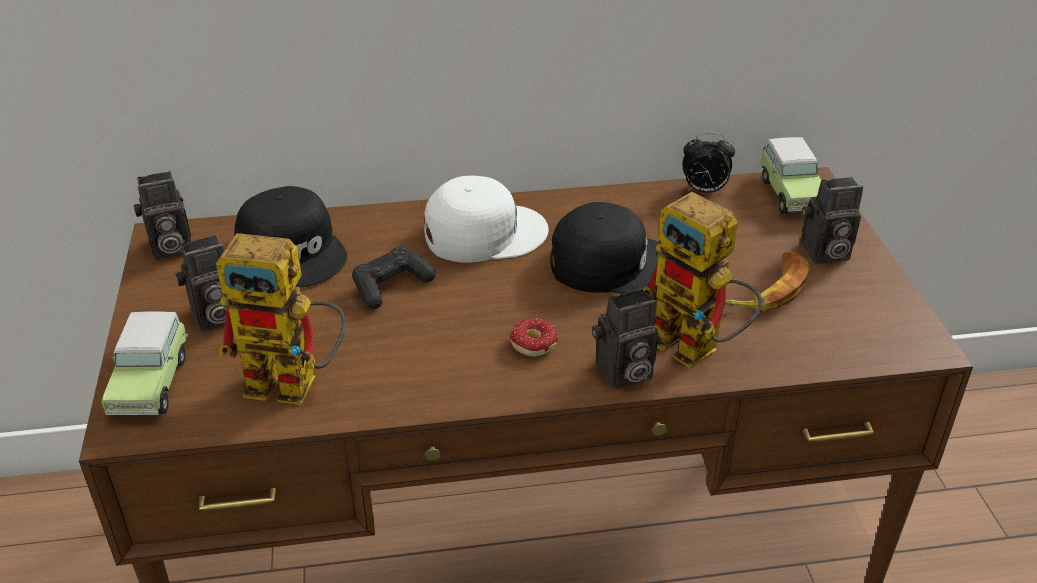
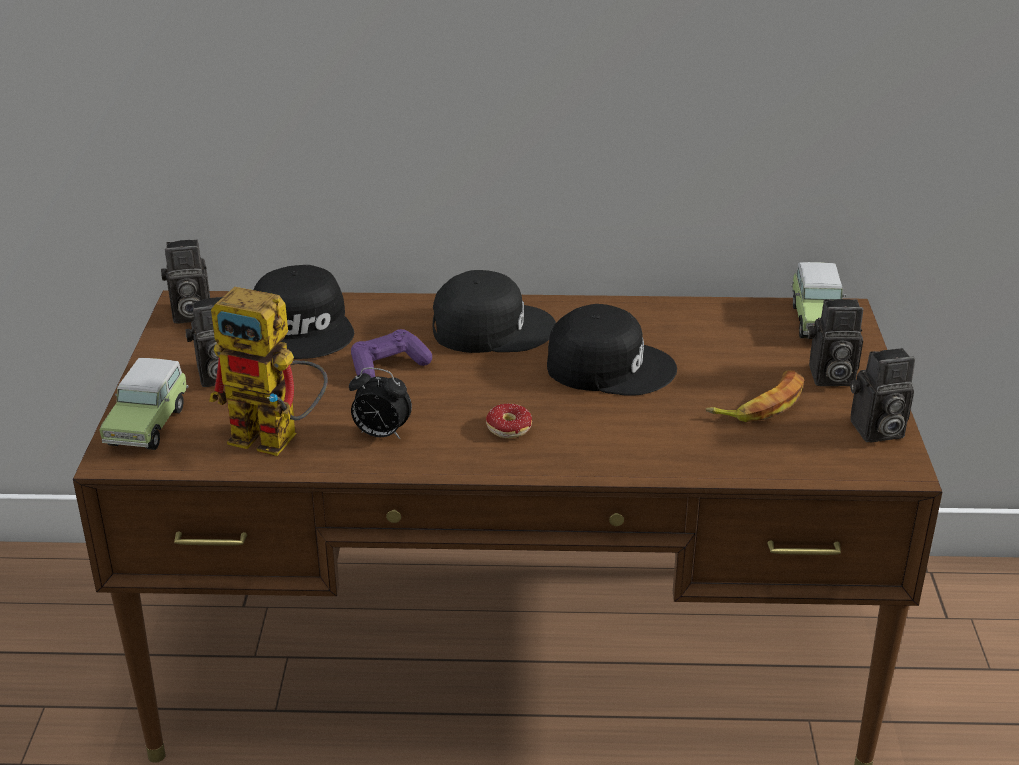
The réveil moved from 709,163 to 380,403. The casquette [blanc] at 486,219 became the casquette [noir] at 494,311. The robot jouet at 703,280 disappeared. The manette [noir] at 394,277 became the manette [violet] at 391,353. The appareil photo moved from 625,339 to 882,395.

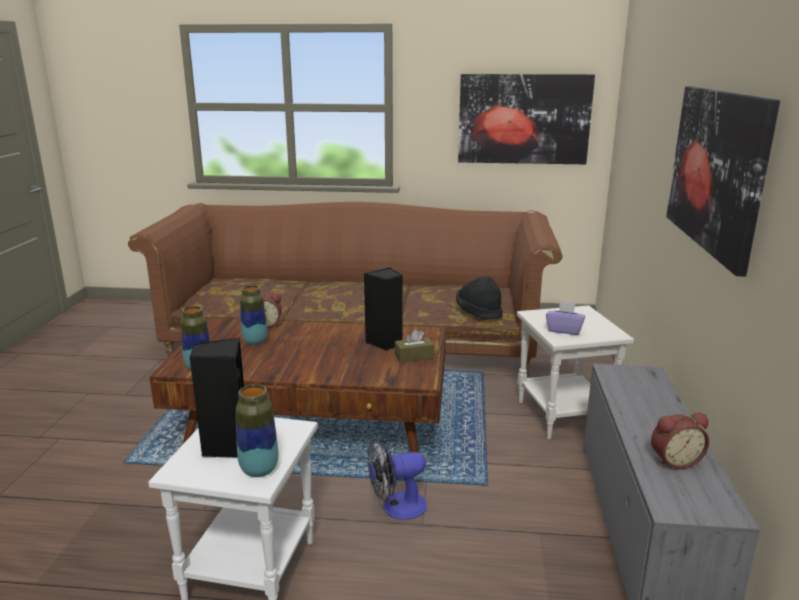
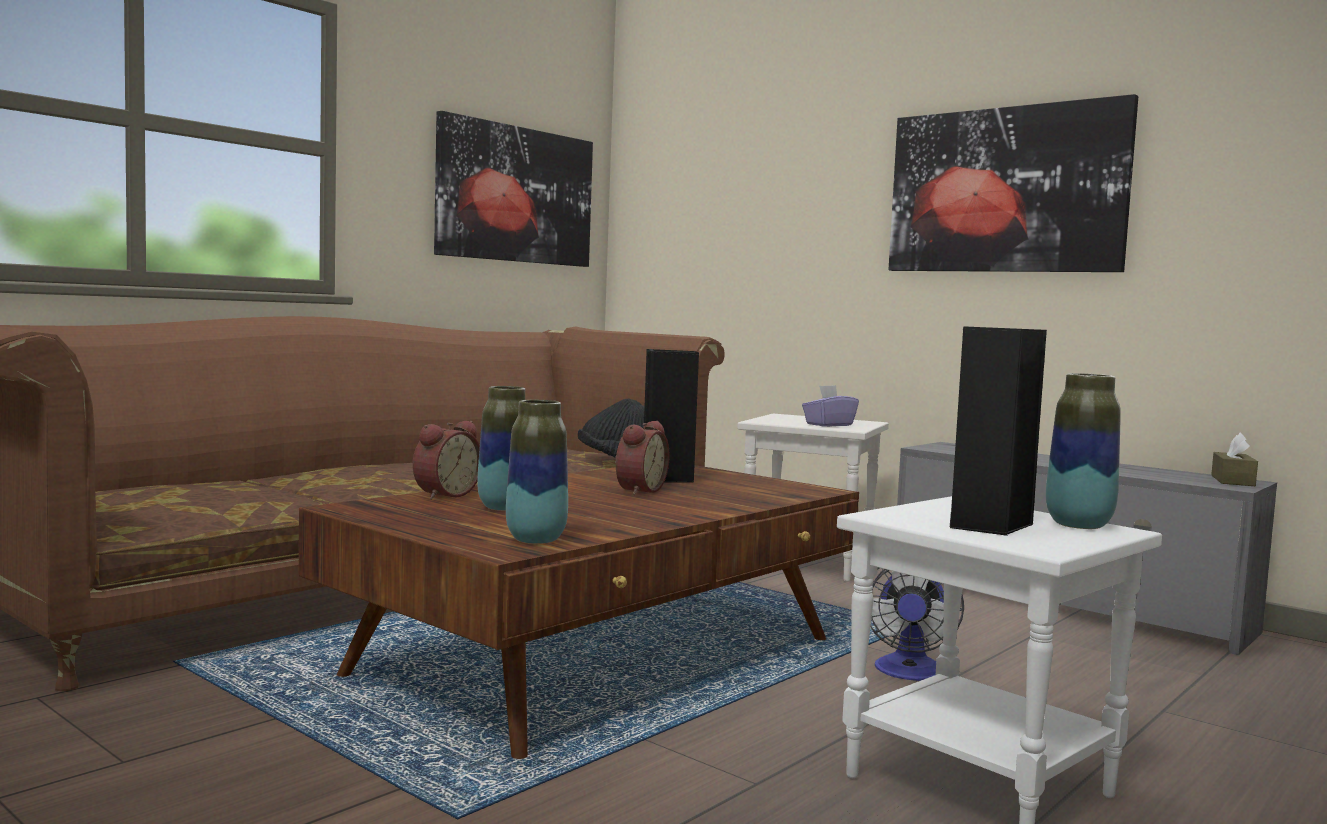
The boîte à mouchoirs [marron] moved from 414,346 to 1234,459. The réveil moved from 680,441 to 642,458.

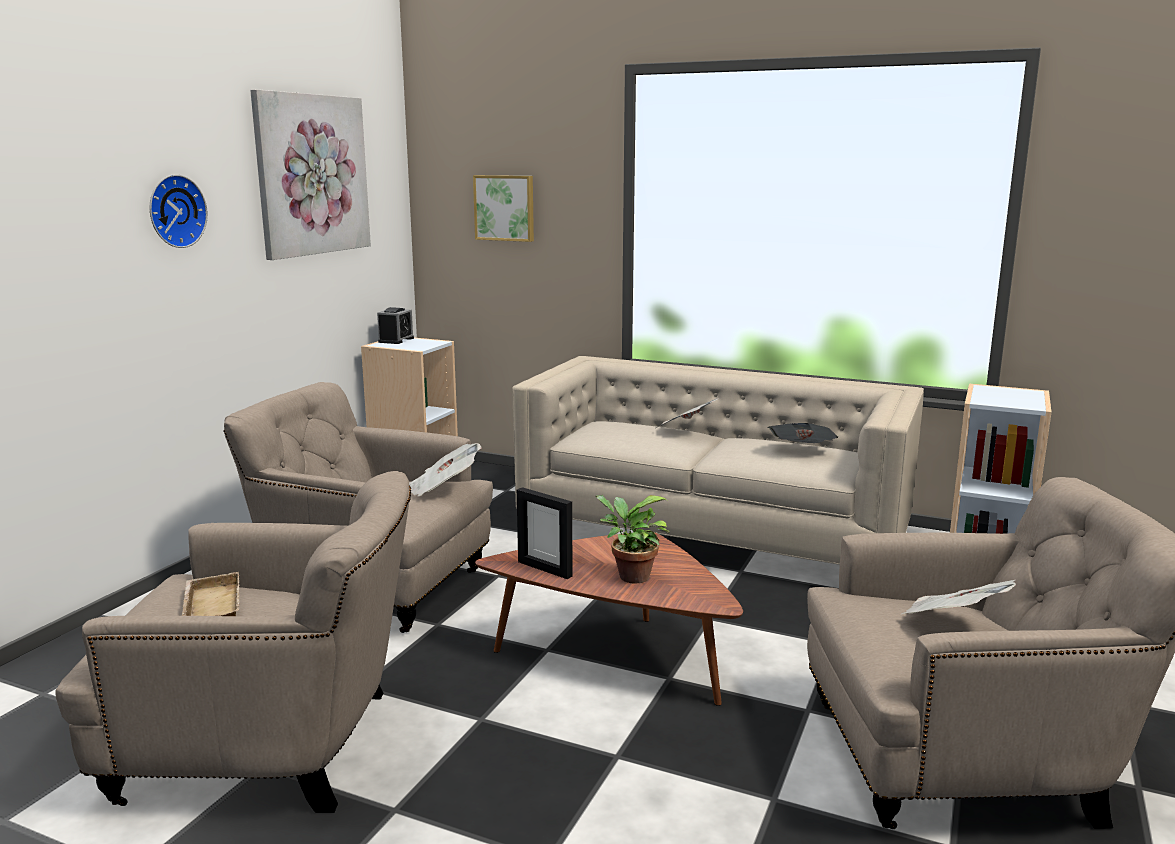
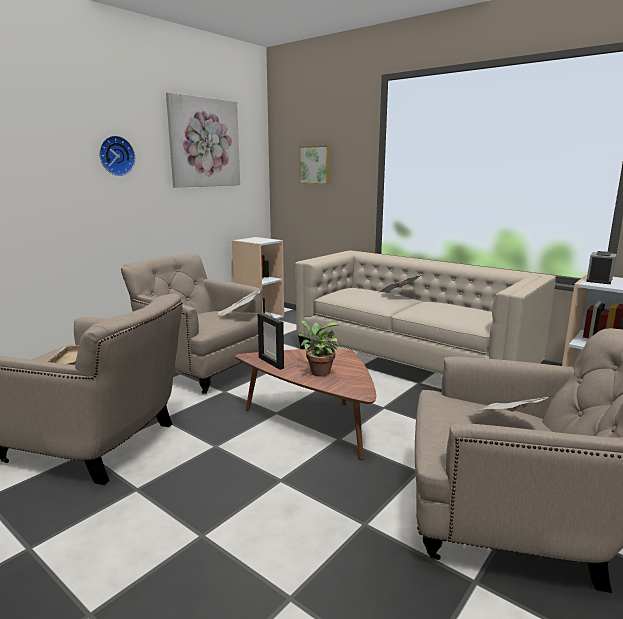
The réveil moved from 395,325 to 601,267. The journal at 803,433 disappeared.

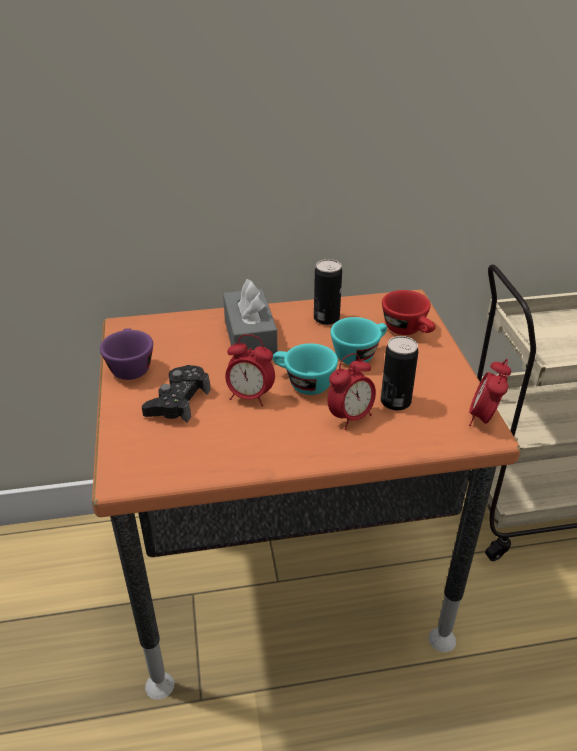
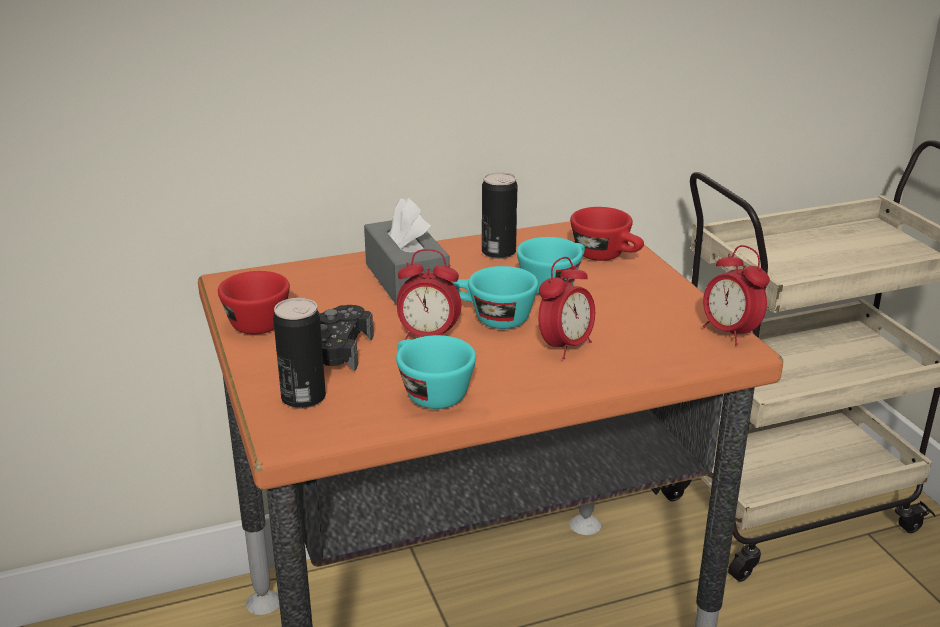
The tasse [violet] at 126,354 became the tasse [rouge] at 254,302. The boîte métallique moved from 399,373 to 299,353. The réveil at 490,392 turned 45 degrees counterclockwise. The tasse [turquoise] at 436,372 appeared.

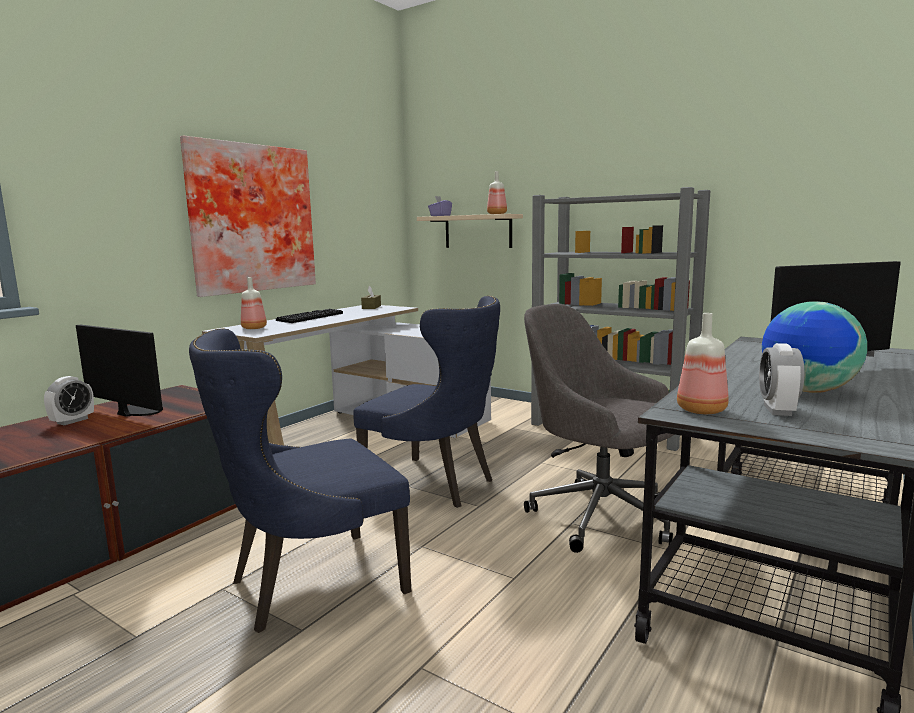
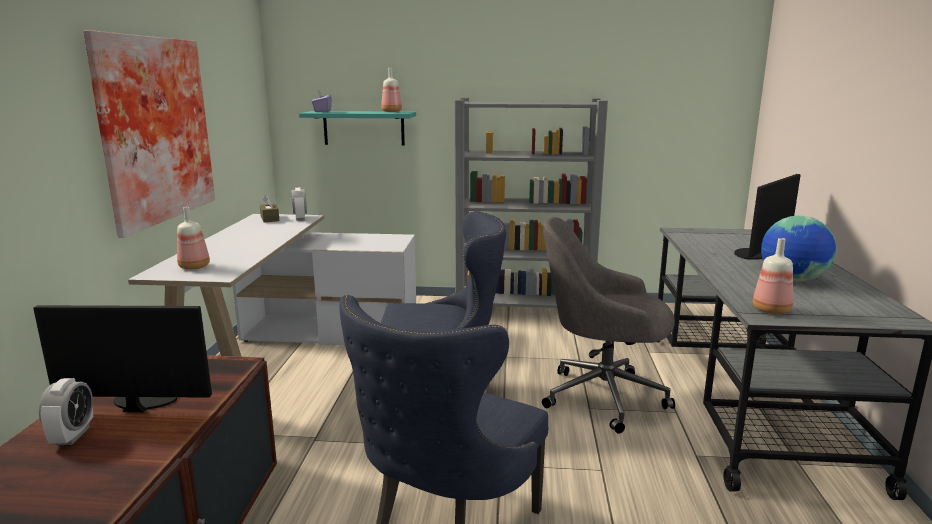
The étagère [beige] at 470,231 became the étagère [turquoise] at 357,128. The clavier at 309,316 disappeared. The réveil moved from 782,379 to 299,204.

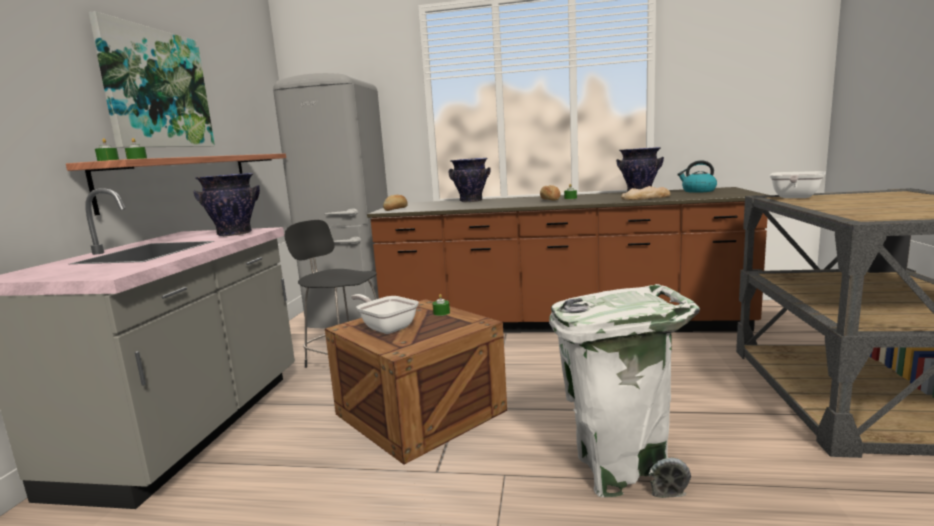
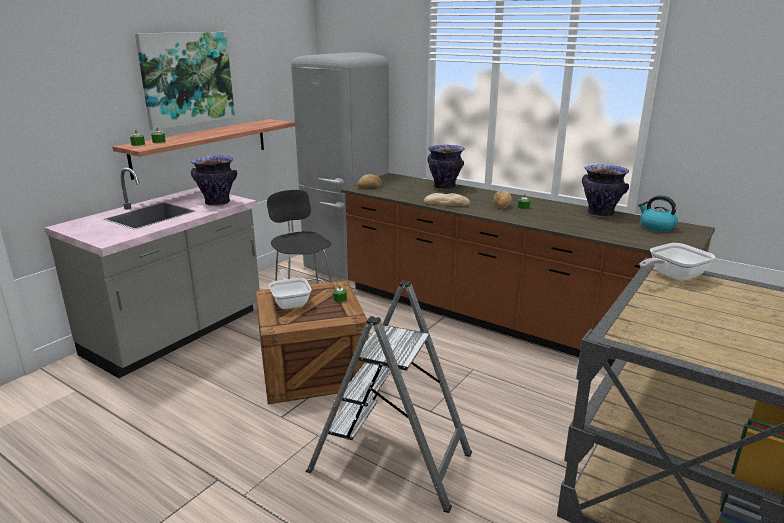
The pain moved from 645,193 to 447,199. The poubelle [blanc] at 624,391 was replaced by the escabeau [gris] at 388,396.

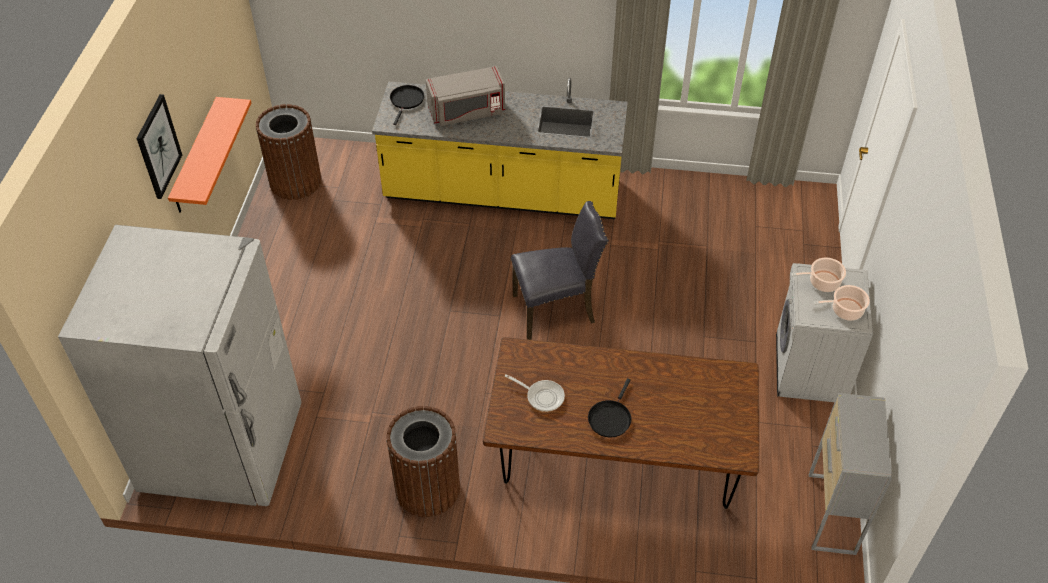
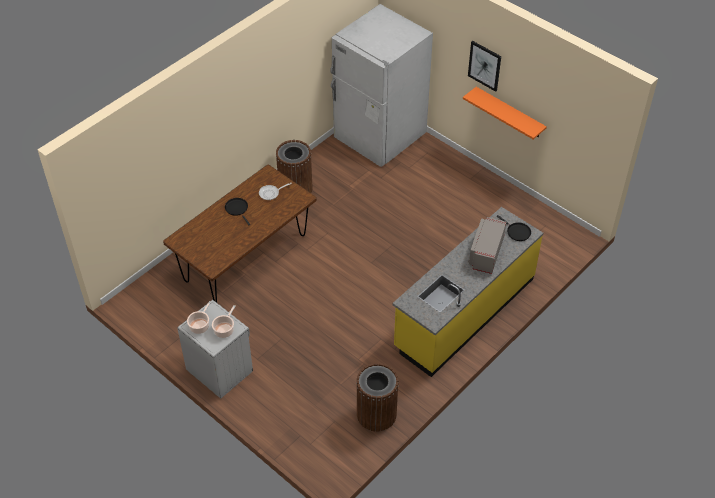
The poubelle [marron] moved from 288,152 to 377,397. The chaise [gris] at 560,270 disappeared. The meuble de rangement [gris] at 851,474 disappeared.

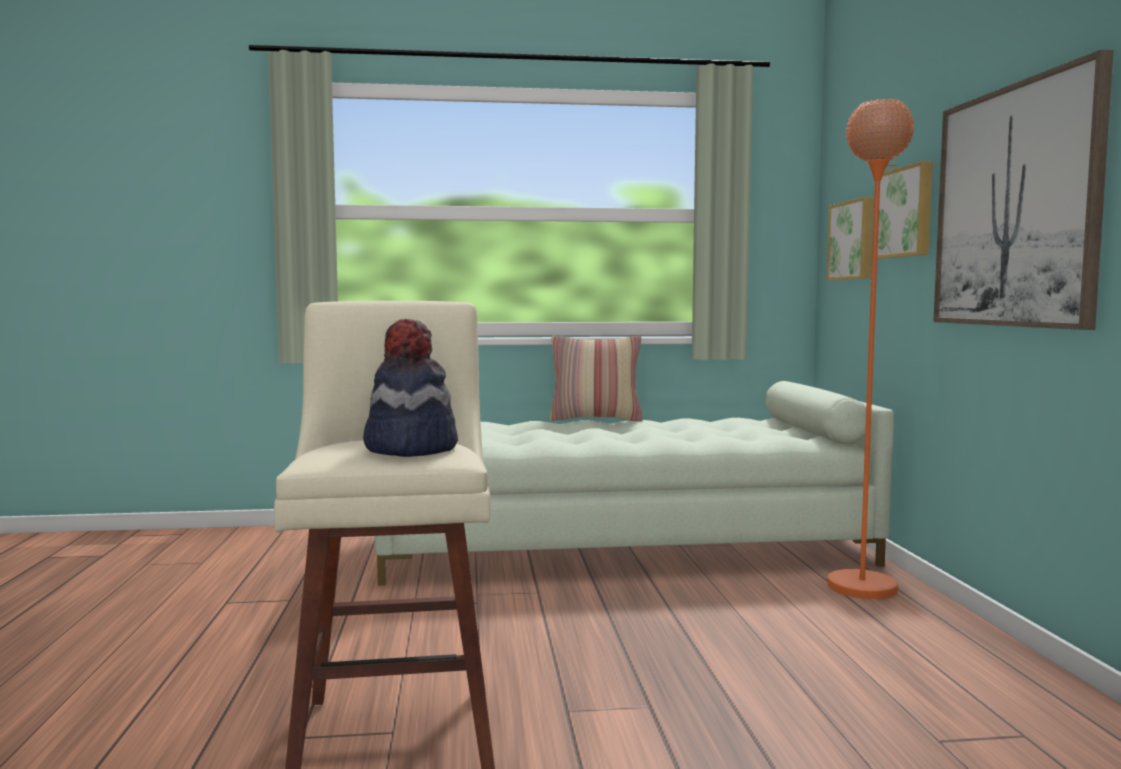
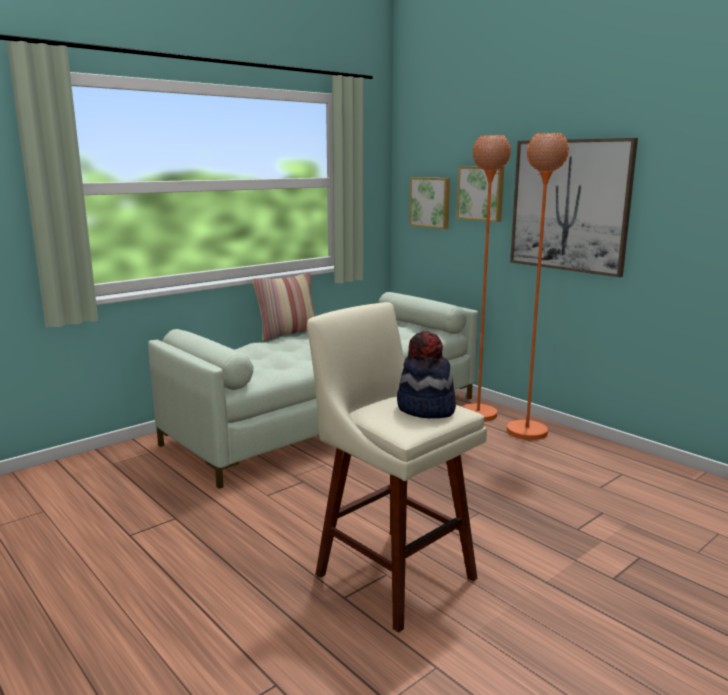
The lampadaire [orange] at 538,286 appeared.

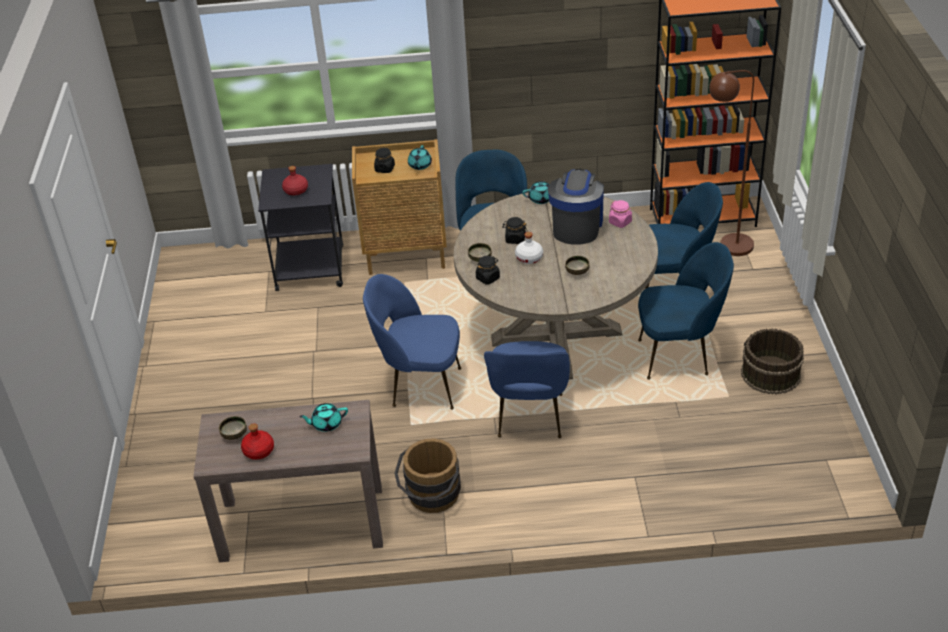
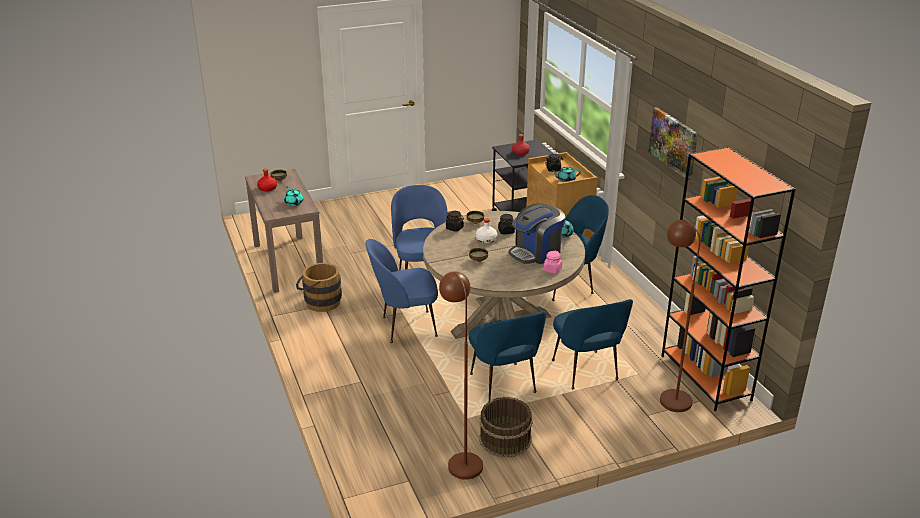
The machine à café at 576,207 turned 150 degrees clockwise. The tableau at 673,143 appeared. The lampadaire [marron] at 461,375 appeared.

